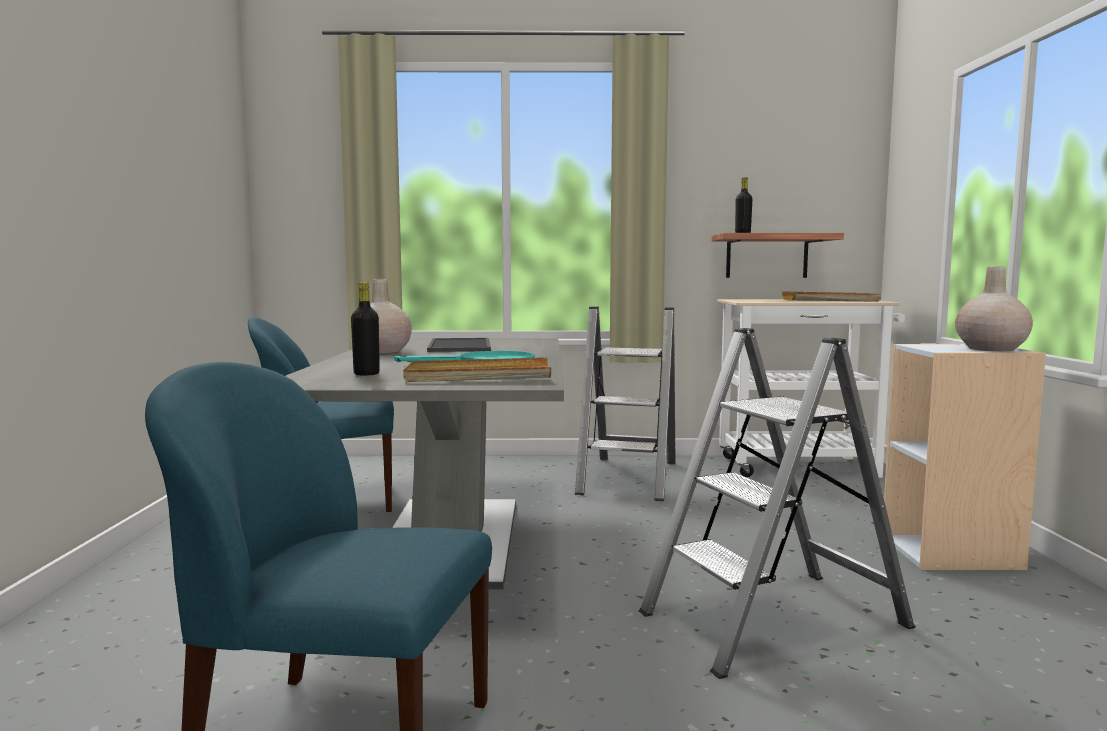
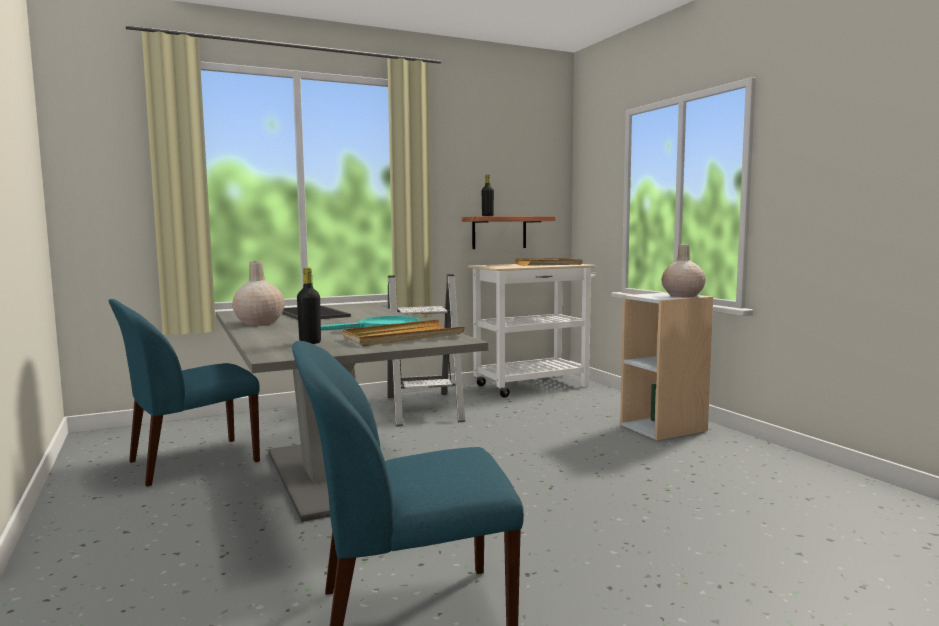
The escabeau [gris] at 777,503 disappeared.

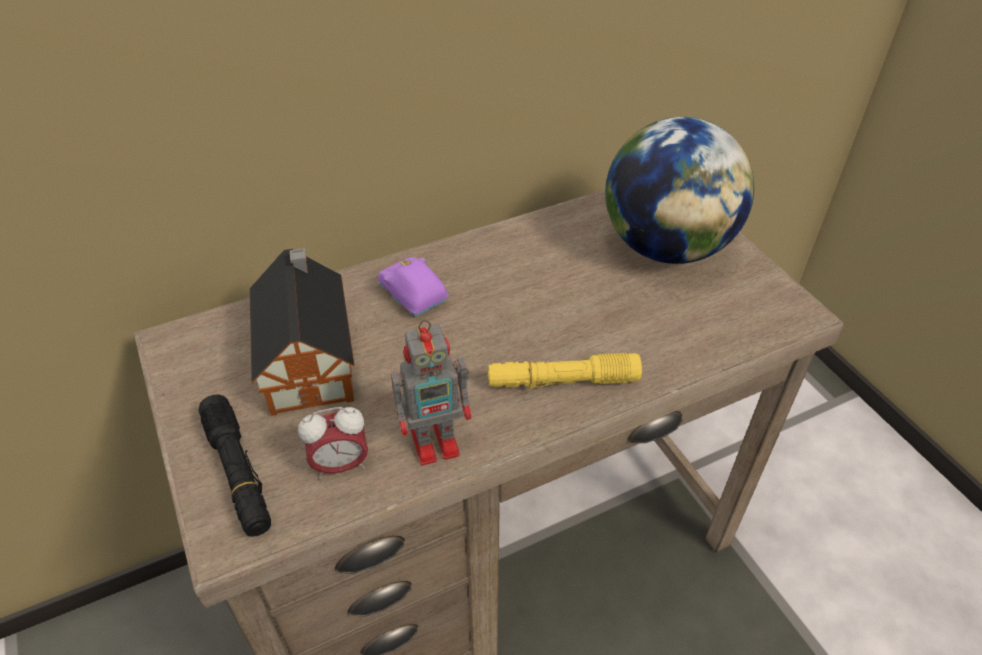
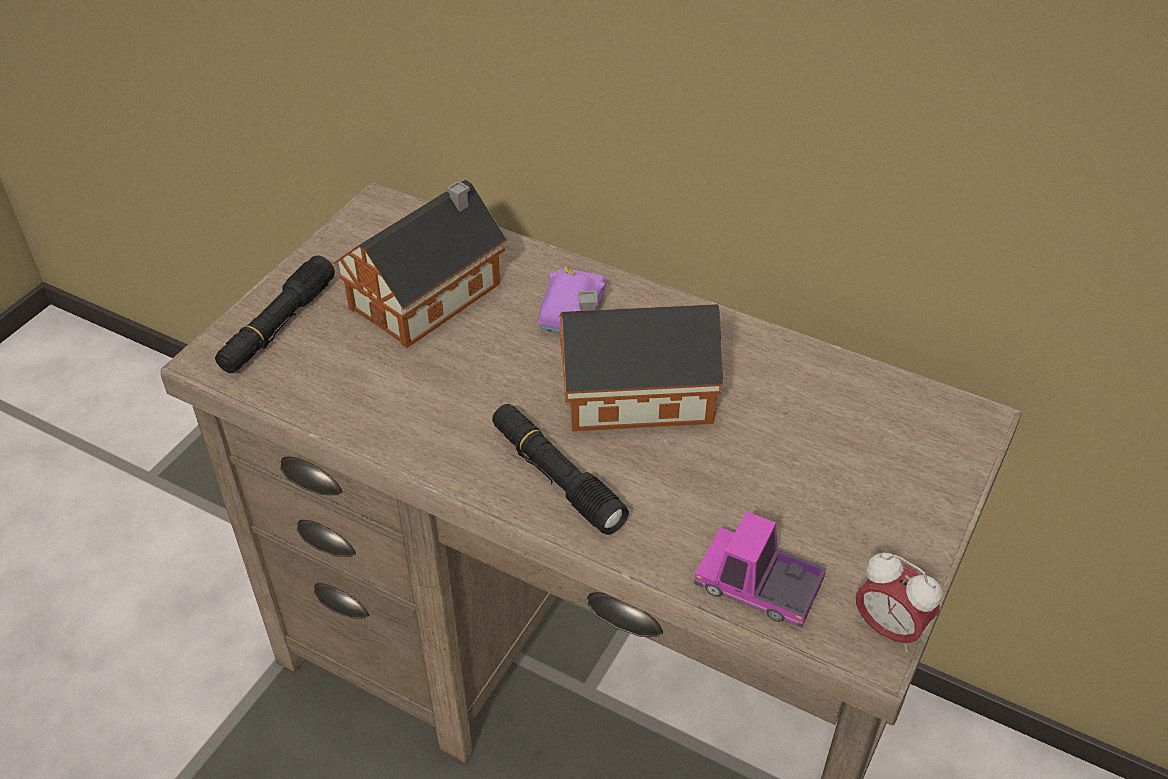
The globe at 679,190 disappeared. The robot jouet at 431,392 disappeared. The lampe de poche [jaune] at 565,371 became the lampe de poche [noir] at 560,469. The réveil moved from 333,443 to 899,602. The maison miniature at 641,360 appeared. The camion jouet at 760,569 appeared.

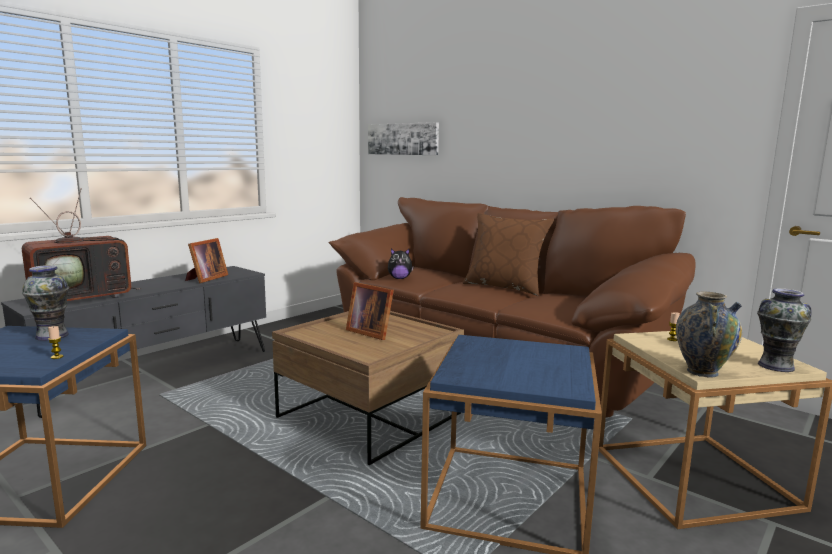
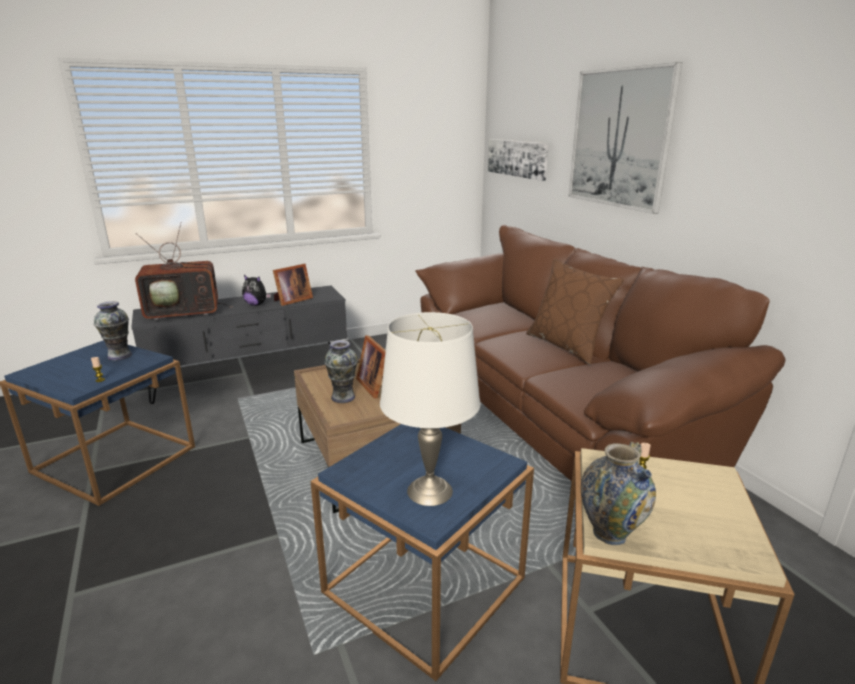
The peluche moved from 401,264 to 256,290. The vase moved from 784,330 to 341,371. The tableau at 625,138 appeared. The lampe de table [blanc] at 430,409 appeared.

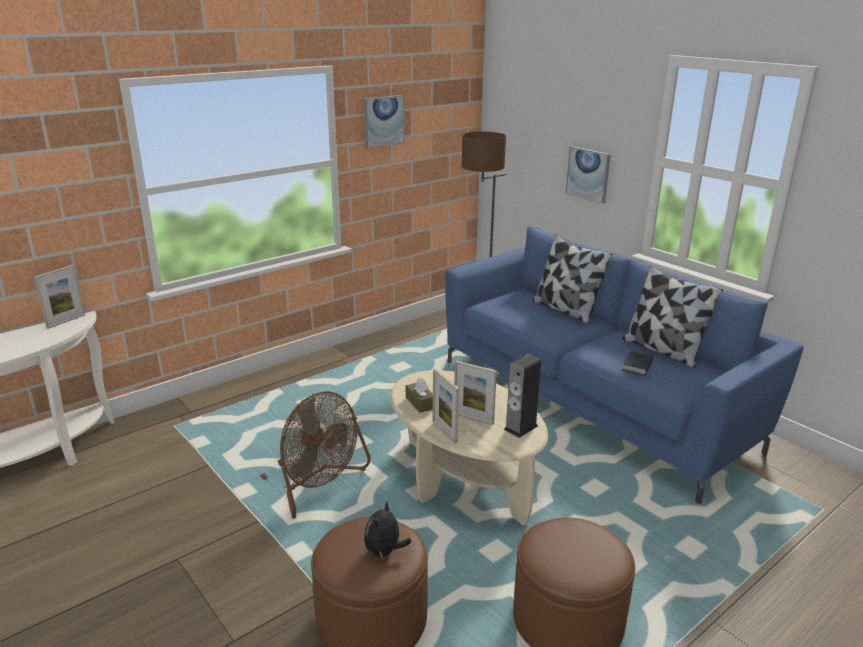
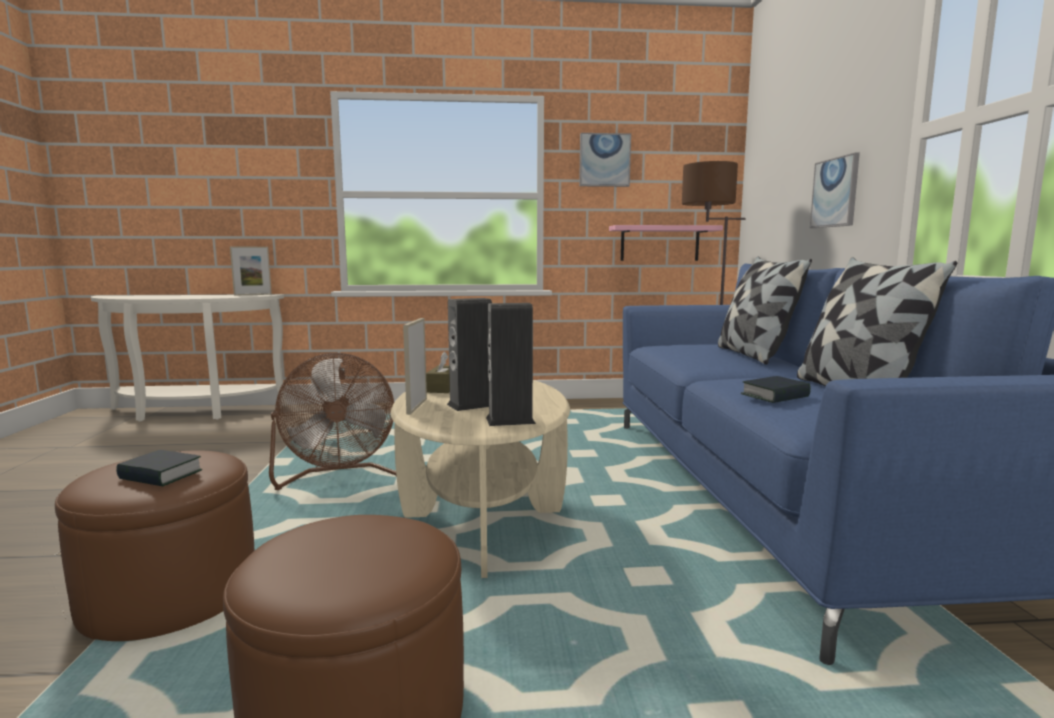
The cadre photo at 475,393 was replaced by the enceinte at 469,354. The peluche at 387,530 was replaced by the livre at 159,468. The étagère [rose] at 666,243 appeared.

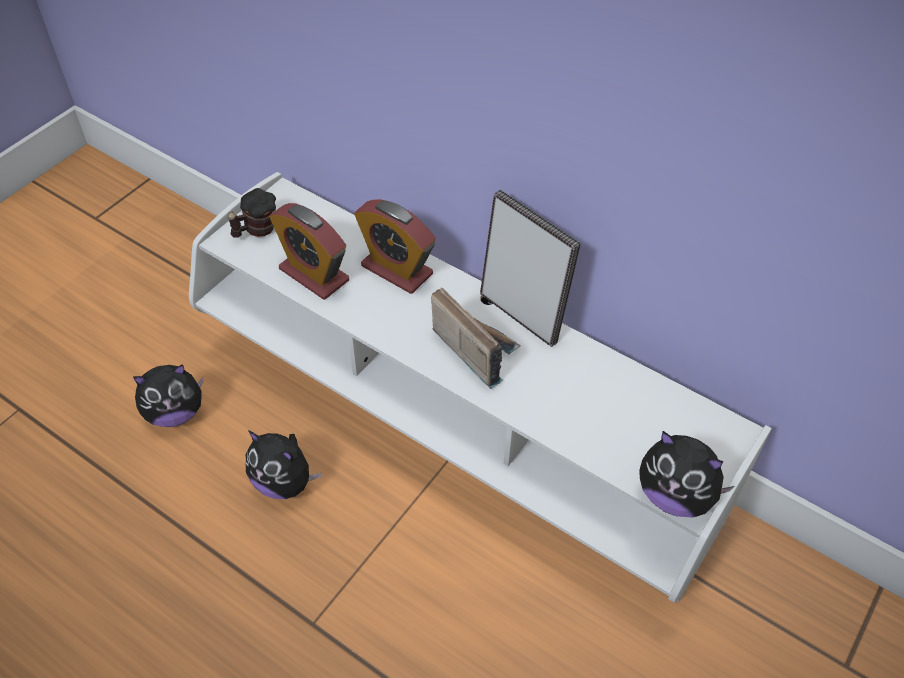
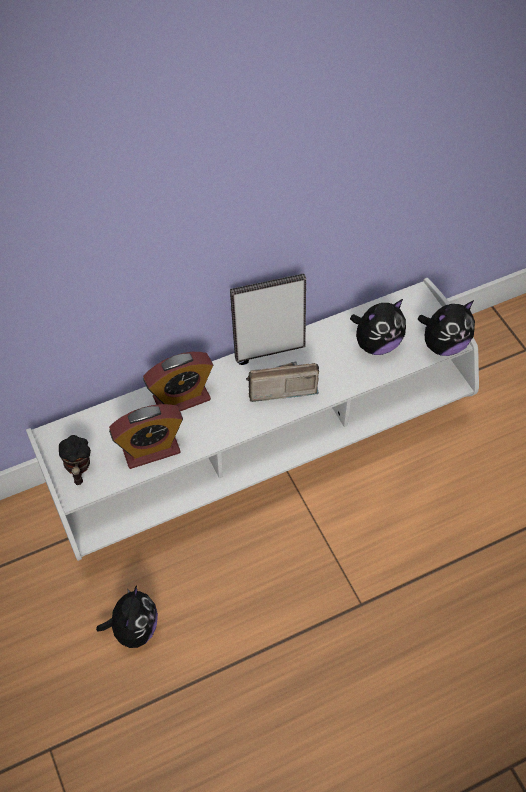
The peluche moved from 283,464 to 378,327.

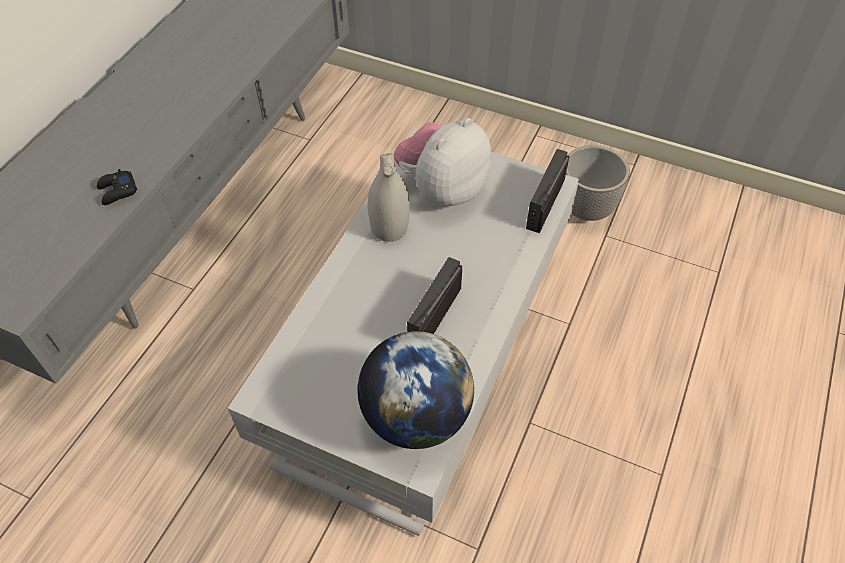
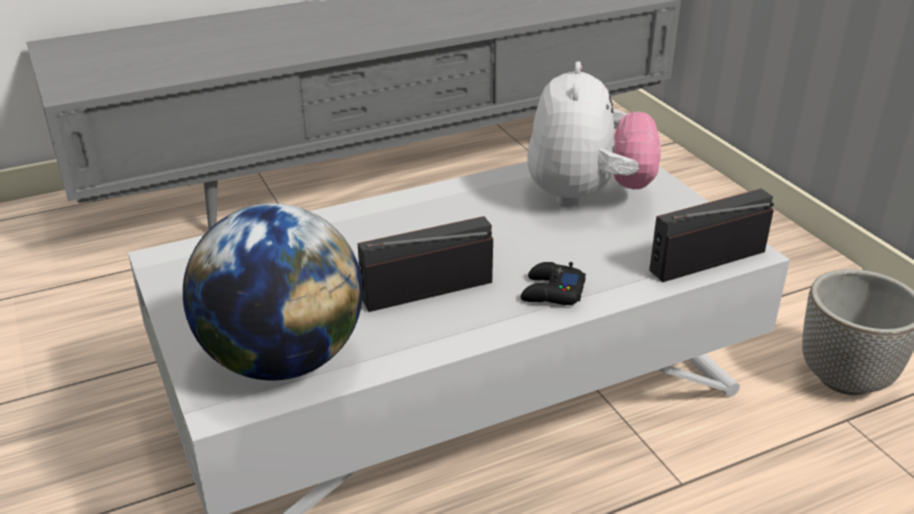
The peluche at 442,162 turned 105 degrees clockwise. The vase [blanc] at 389,197 disappeared. The manette [noir] moved from 117,187 to 553,283.

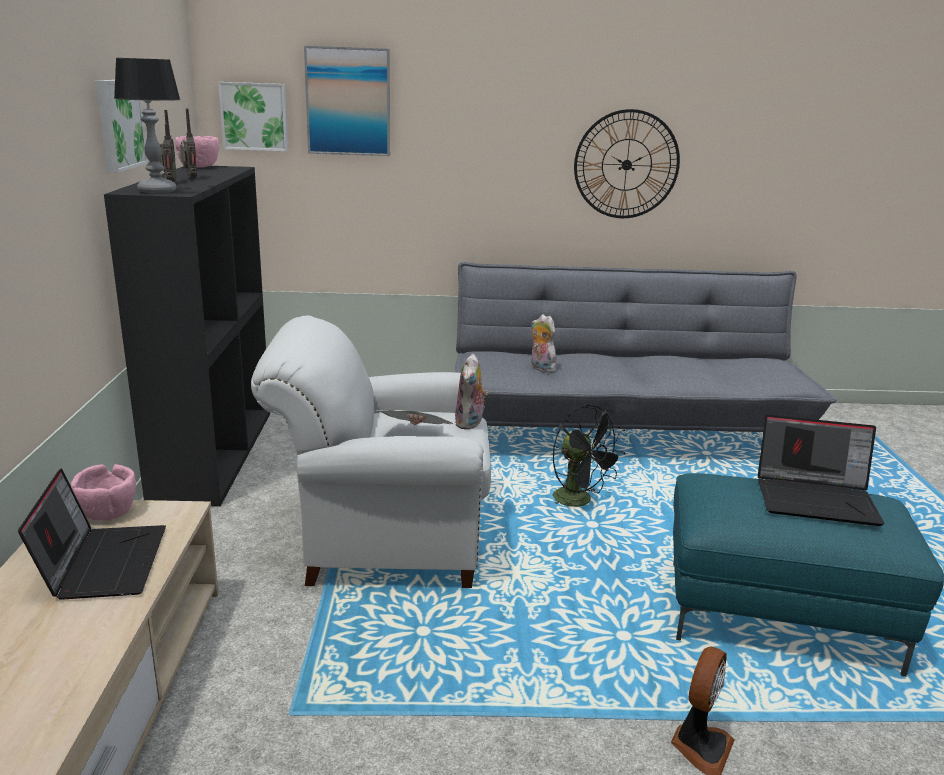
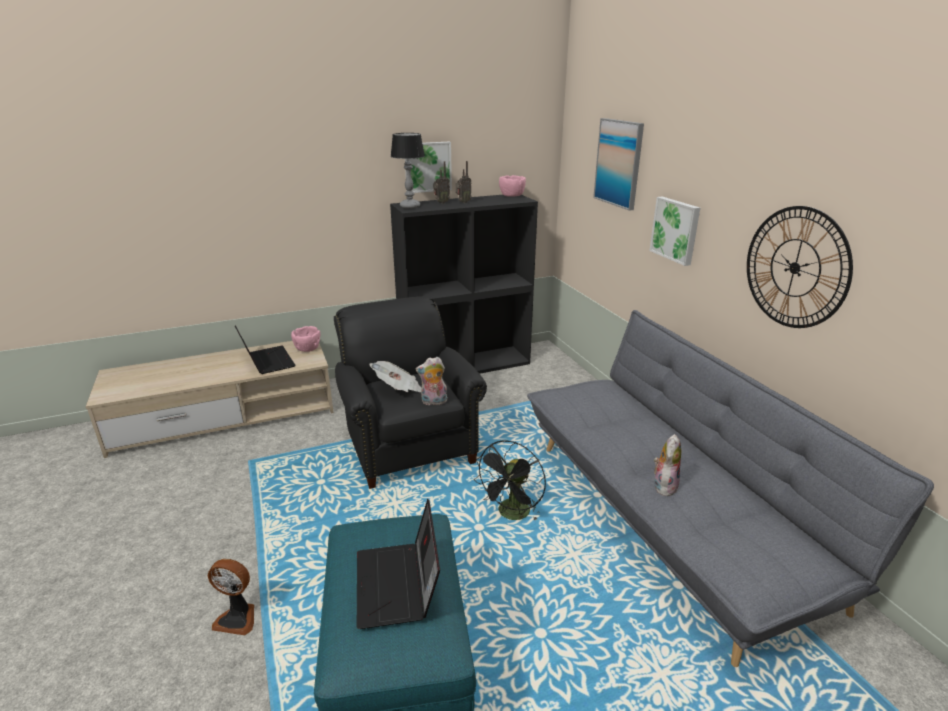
The tableau moved from 253,116 to 674,231. The peluche moved from 543,343 to 667,465. The fauteuil [blanc] at 371,451 became the fauteuil [noir] at 410,392. The ordinateur portable at 92,534 turned 90 degrees counterclockwise.

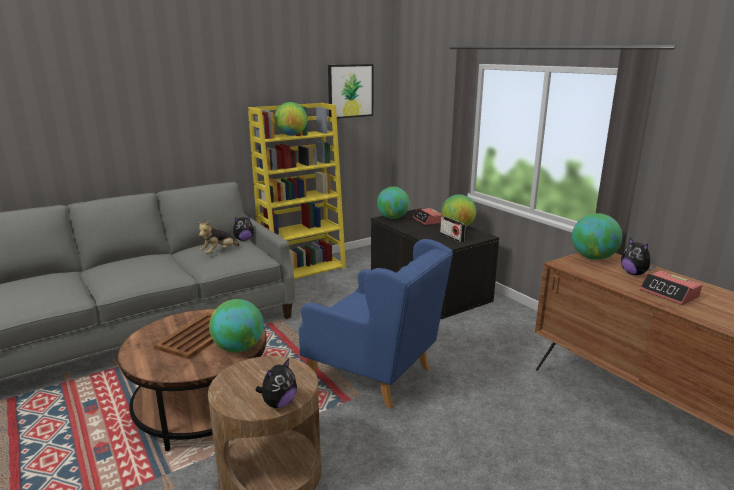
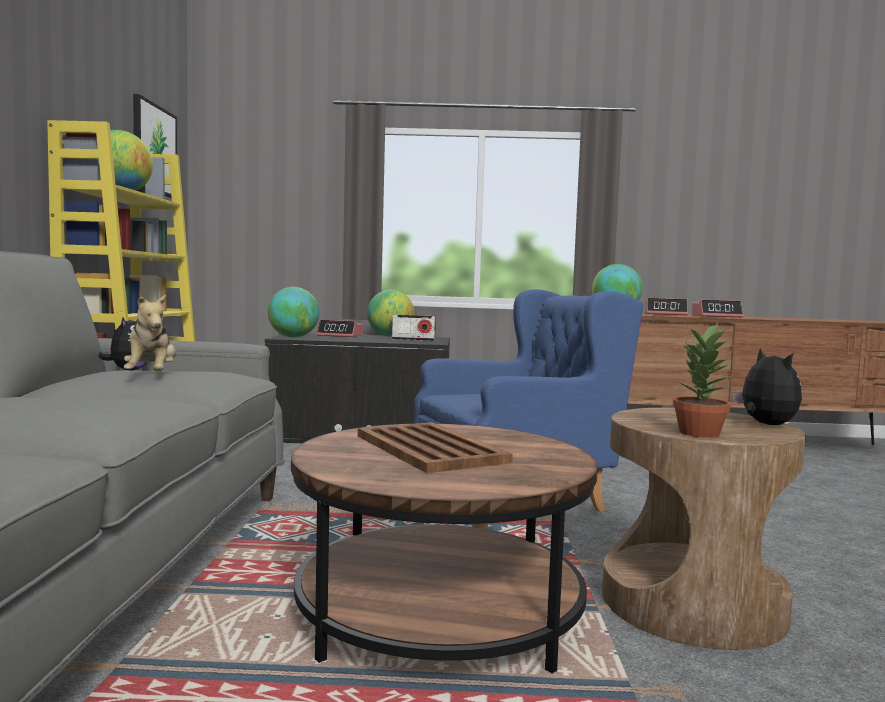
The peluche at 638,256 was replaced by the réveil at 666,307. The globe at 236,325 disappeared. The plante en pot at 702,380 appeared.

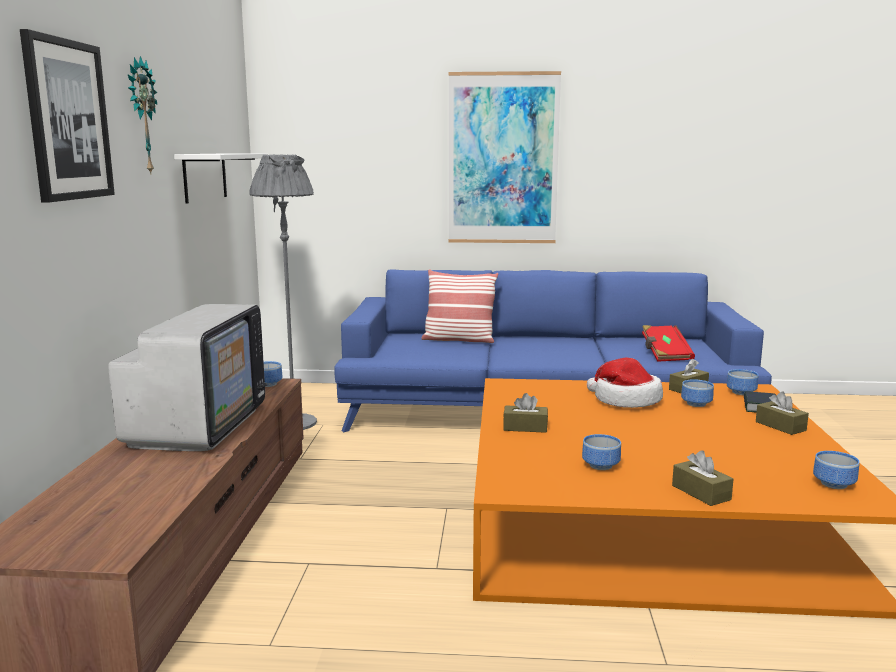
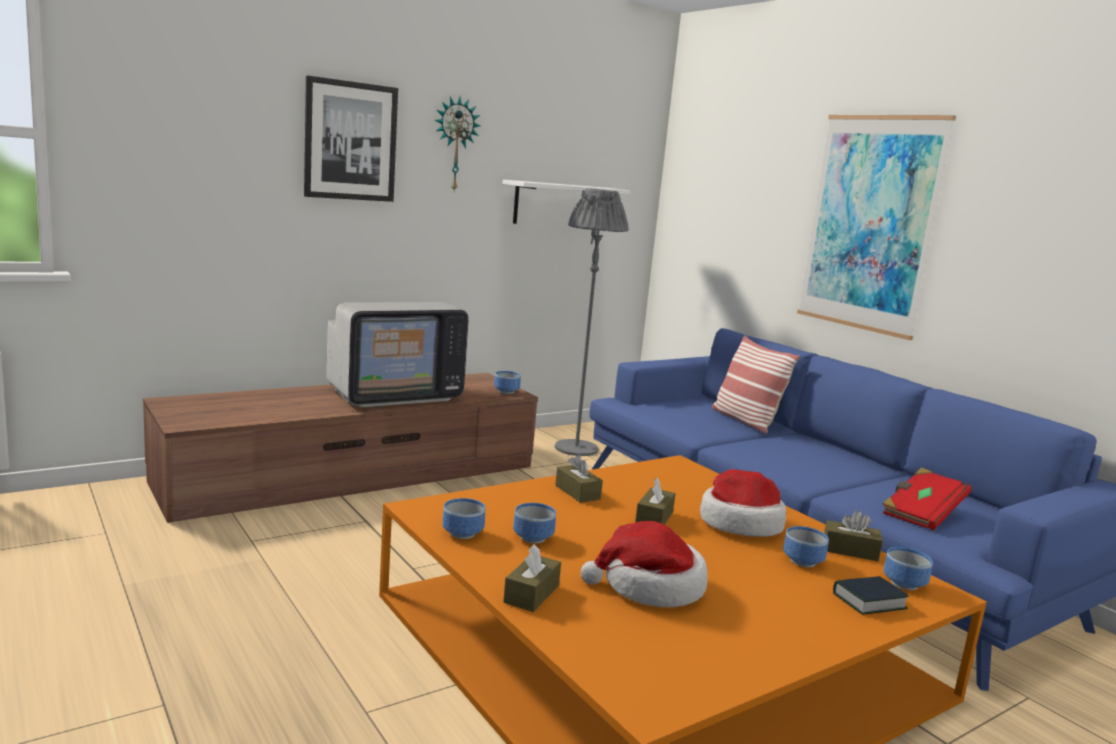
The boîte à mouchoirs [marron] moved from 782,413 to 655,501. The bol moved from 836,470 to 463,518. The chapeau at 644,564 appeared.

